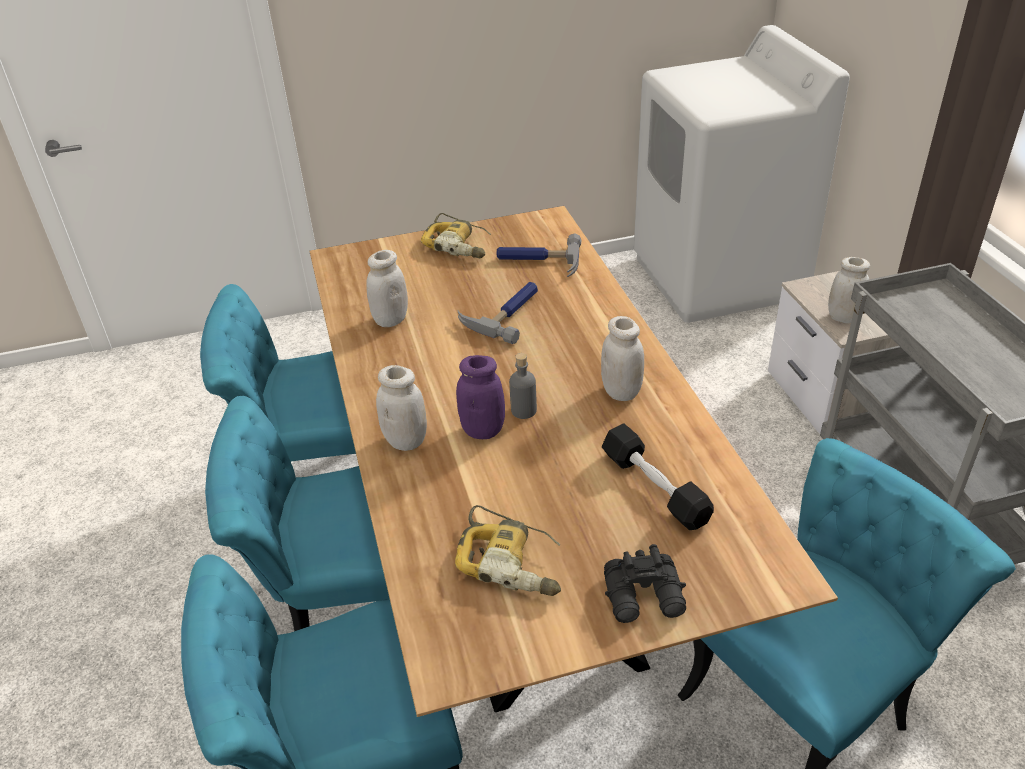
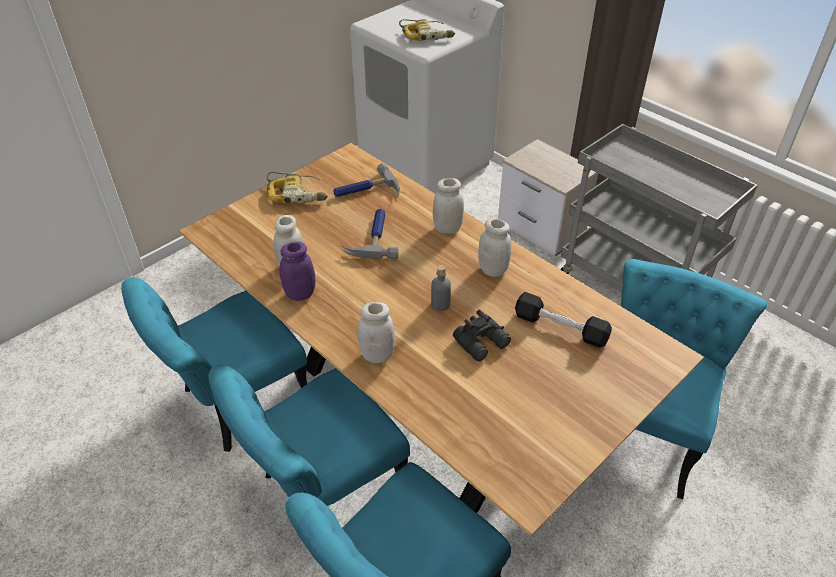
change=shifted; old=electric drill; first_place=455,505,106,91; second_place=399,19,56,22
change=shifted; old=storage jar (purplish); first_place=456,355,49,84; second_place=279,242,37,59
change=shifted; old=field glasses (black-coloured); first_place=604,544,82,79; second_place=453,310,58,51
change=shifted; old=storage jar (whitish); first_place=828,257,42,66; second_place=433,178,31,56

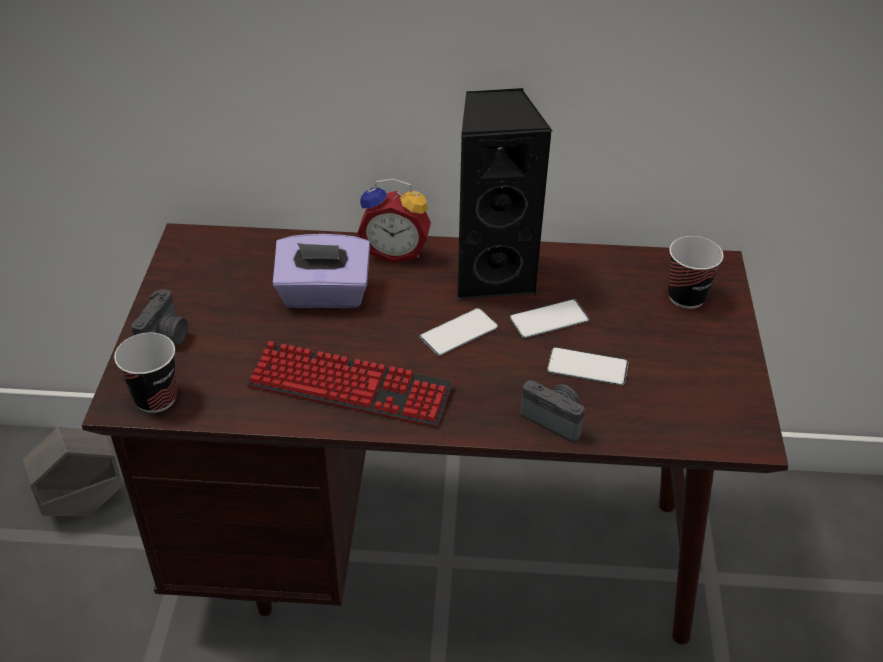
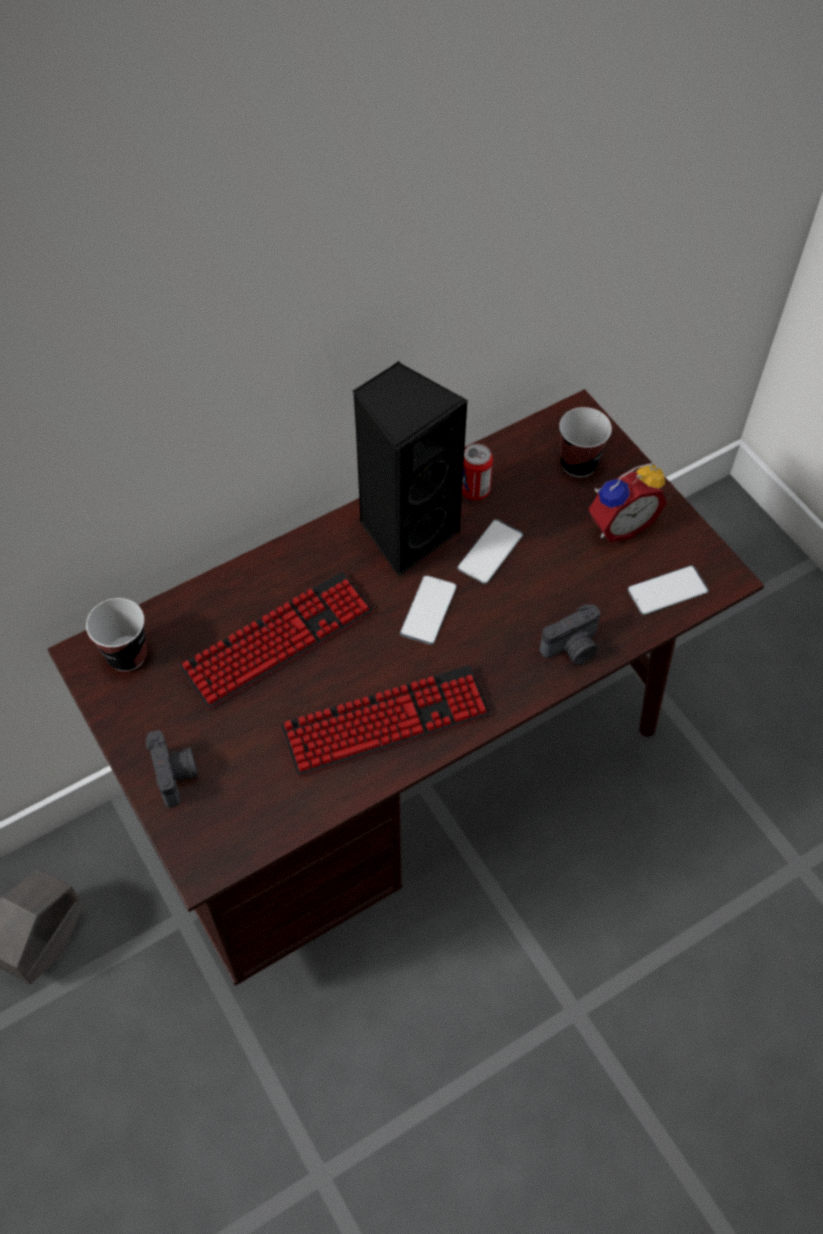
change=new; new=metal can; second_place=462,444,31,56
change=shifted; old=drinking cup; first_place=114,333,63,80; second_place=86,598,61,73
change=shifted; old=bedside clock; first_place=358,178,73,85; second_place=588,463,79,79
change=shifted; old=telephone; first_place=547,347,82,38; second_place=627,565,82,50
change=swapped; old=tissue holder (purplish); new=keyboard; first_place=272,234,98,74; second_place=179,571,194,138
change=rotated; old=still camera; first_place=520,380,65,62; second_place=539,604,61,61; degrees=150

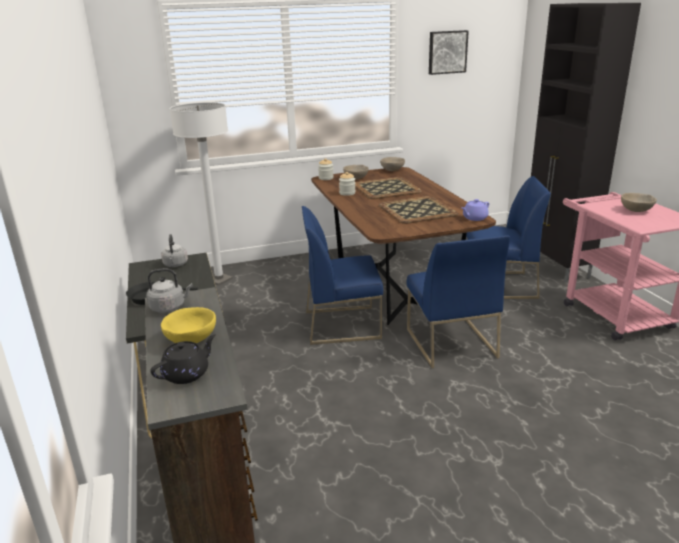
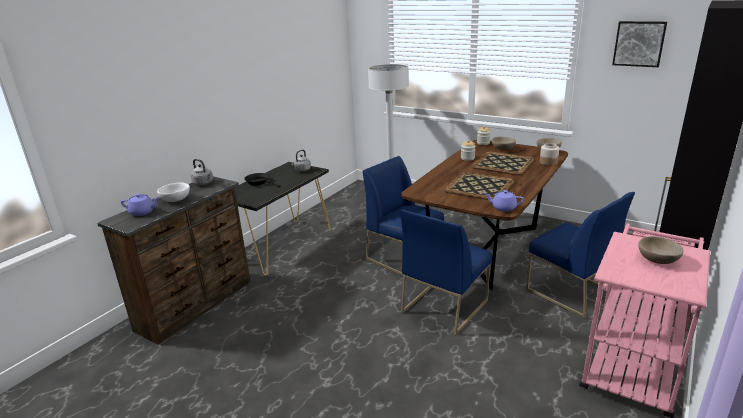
change=new; new=storage jar; second_place=540,143,19,23
change=repainted; old=teapot (black-coloured); new=teapot (purplish); first_place=150,334,65,50; second_place=121,194,38,22
change=repainted; old=deep dish (yellowish); new=deep dish (whitish); first_place=161,307,55,36; second_place=157,183,33,19

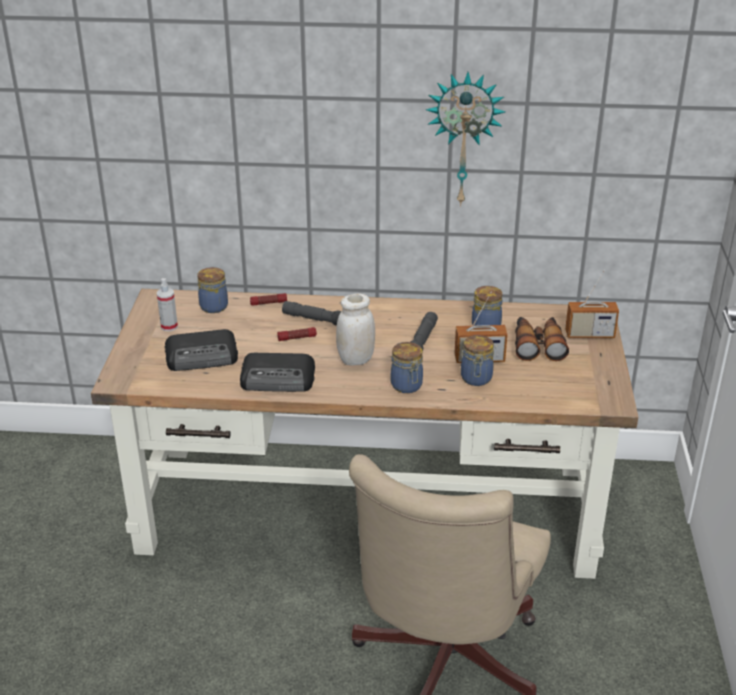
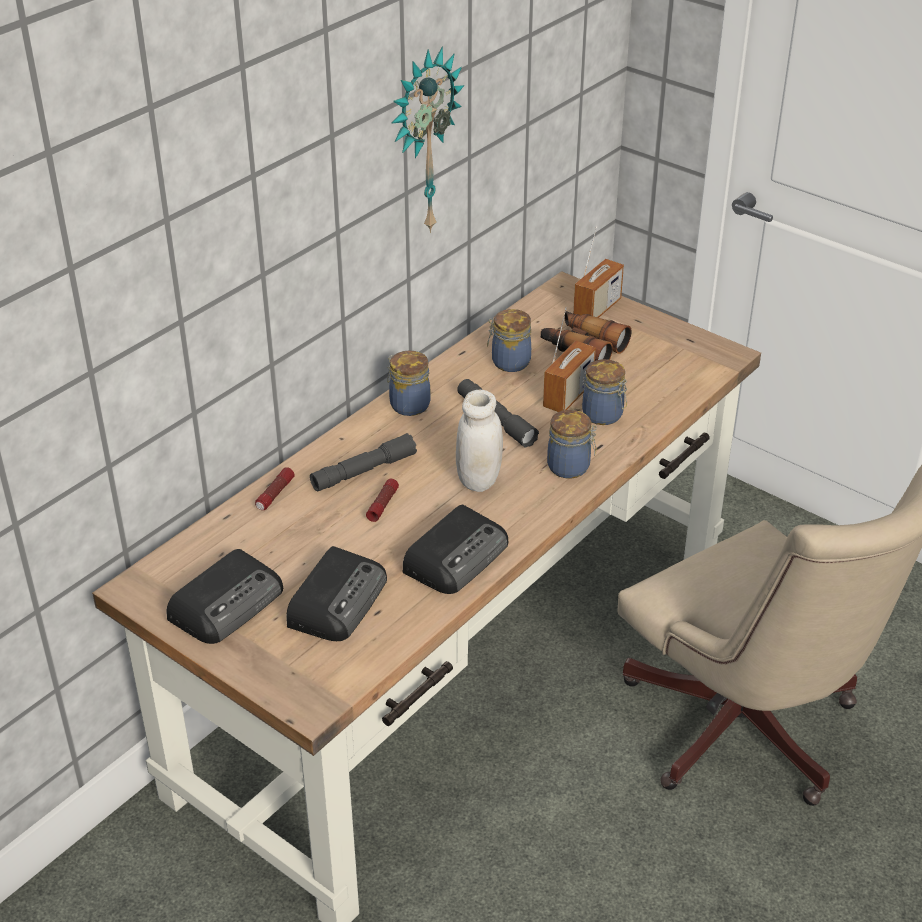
change=shifted; old=storage jar; first_place=198,267,30,46; second_place=387,351,44,65
change=swapped; old=spray bottle; new=radio set; first_place=157,278,21,53; second_place=166,549,117,95

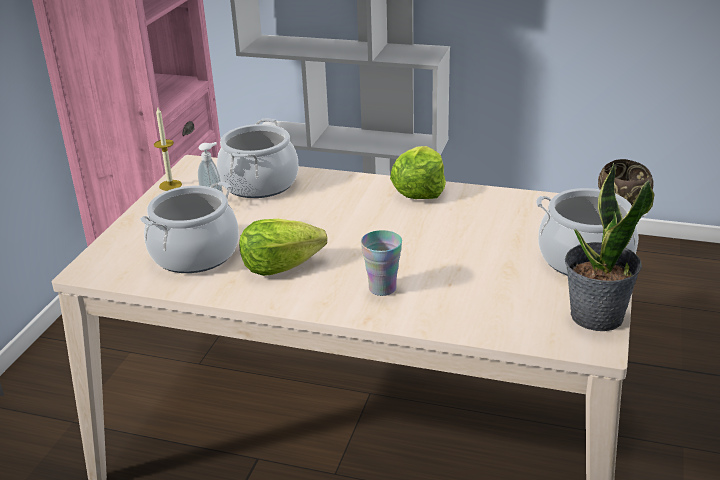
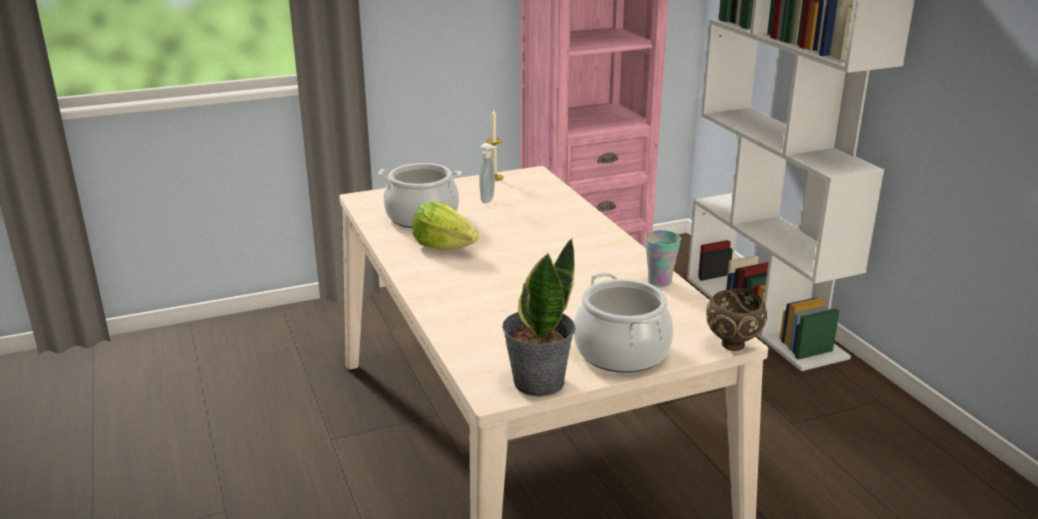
change=gone; old=stockpot; first_place=217,119,81,79
change=gone; old=lettuce head; first_place=390,146,56,53
change=shifted; old=drinking cup; first_place=361,230,41,66; second_place=645,230,36,57

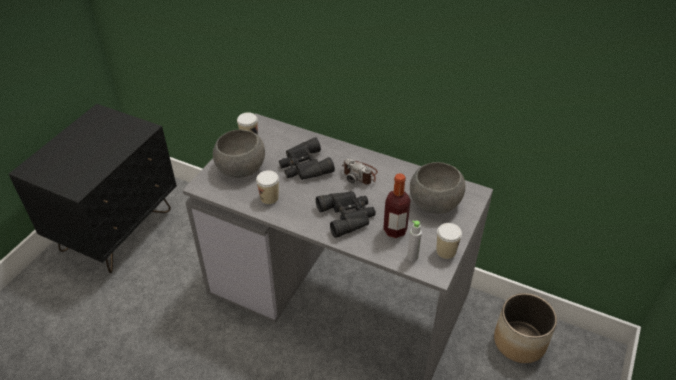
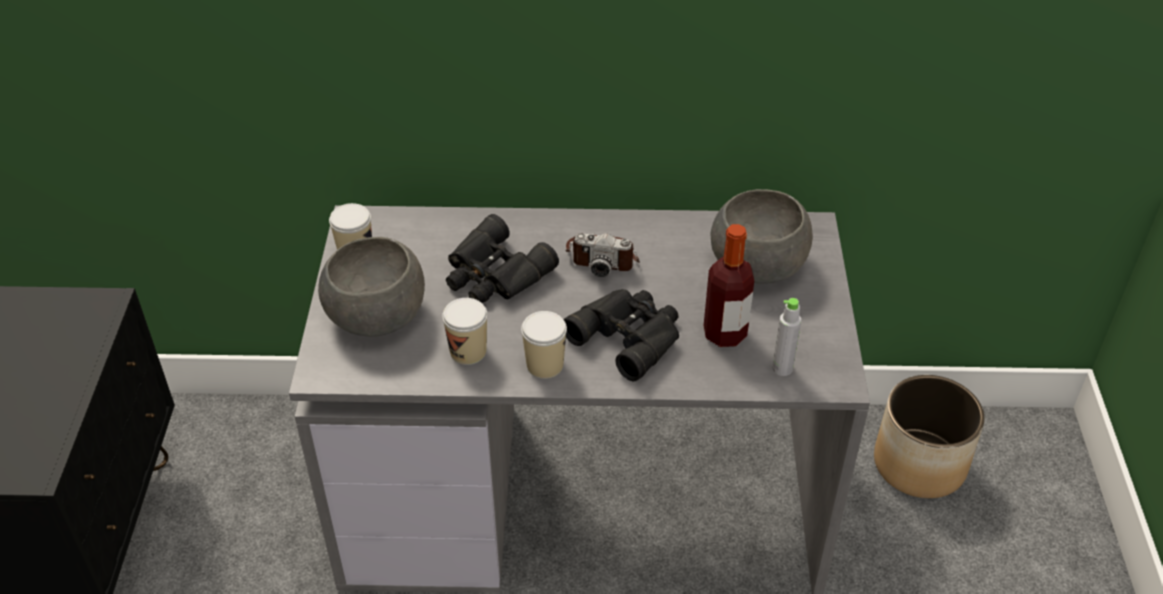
change=shifted; old=drinking cup; first_place=436,223,26,36; second_place=521,311,46,68

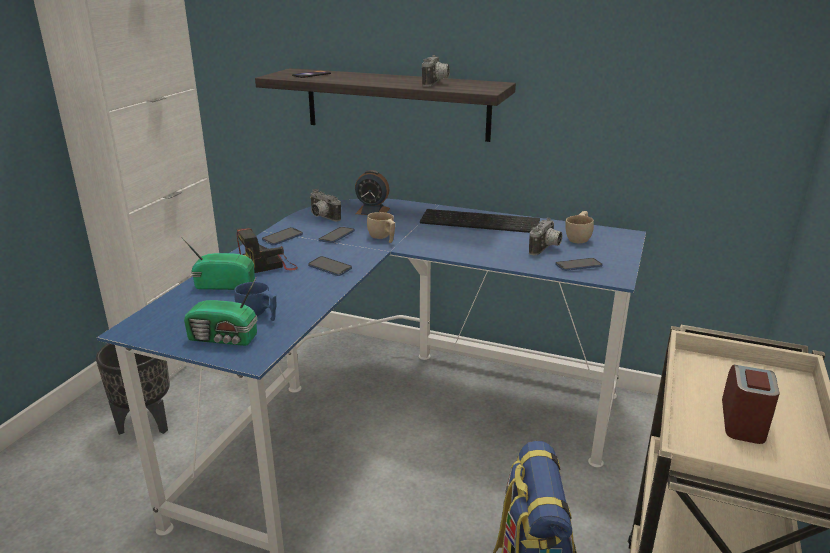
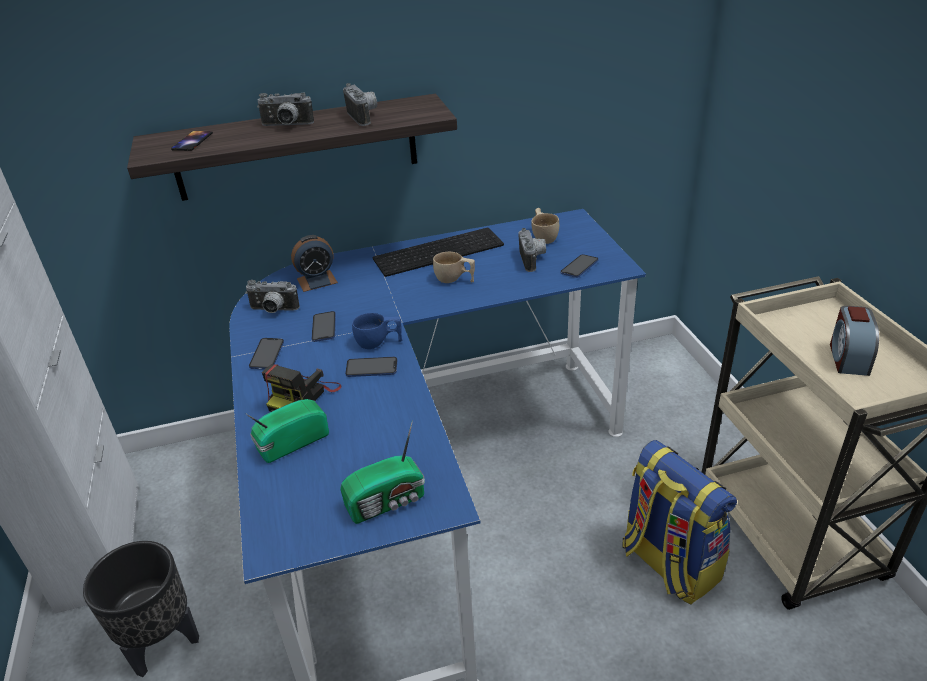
change=new; new=still camera; second_place=257,93,57,33
change=shifted; old=drinking cup (bluish); first_place=234,282,42,39; second_place=352,313,50,36
change=shifted; old=drinking cup (sand-coloured); first_place=367,212,28,31; second_place=433,252,42,31
change=rotated; old=bedside clock; first_place=722,365,58,79; second_place=830,306,49,70; degrees=-150

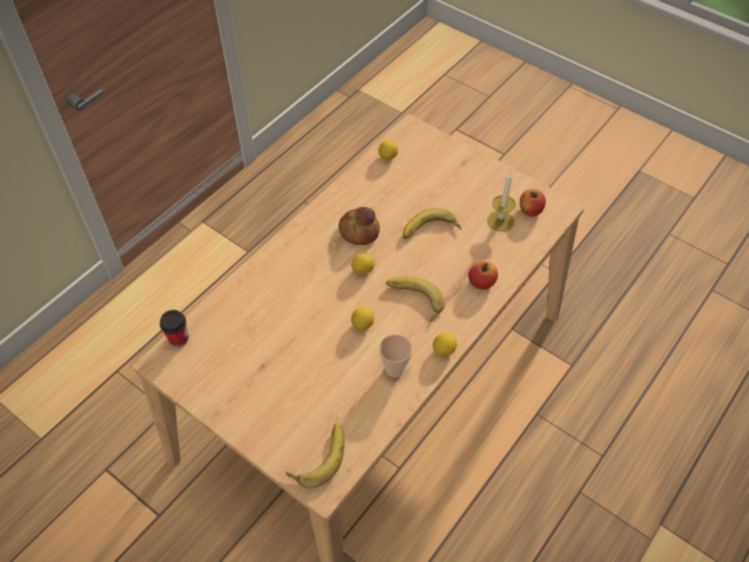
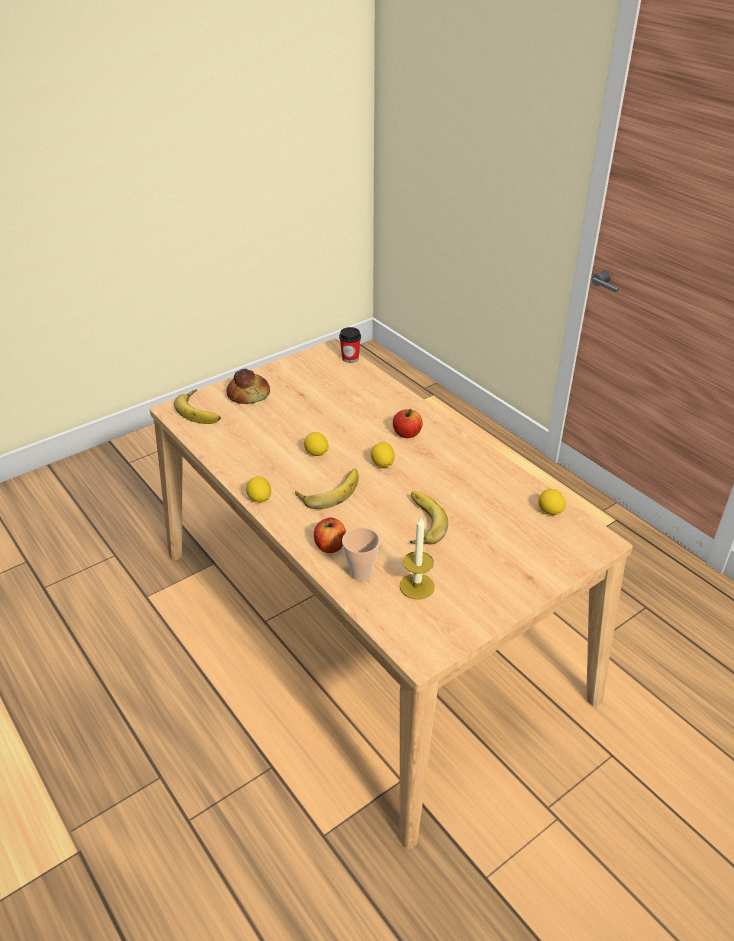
change=shifted; old=bakery bread; first_place=338,207,42,38; second_place=227,369,43,35
change=shifted; old=drinking cup; first_place=379,334,33,44; second_place=342,527,38,54
change=shifted; old=apple fruit; first_place=520,188,26,29; second_place=393,409,30,29

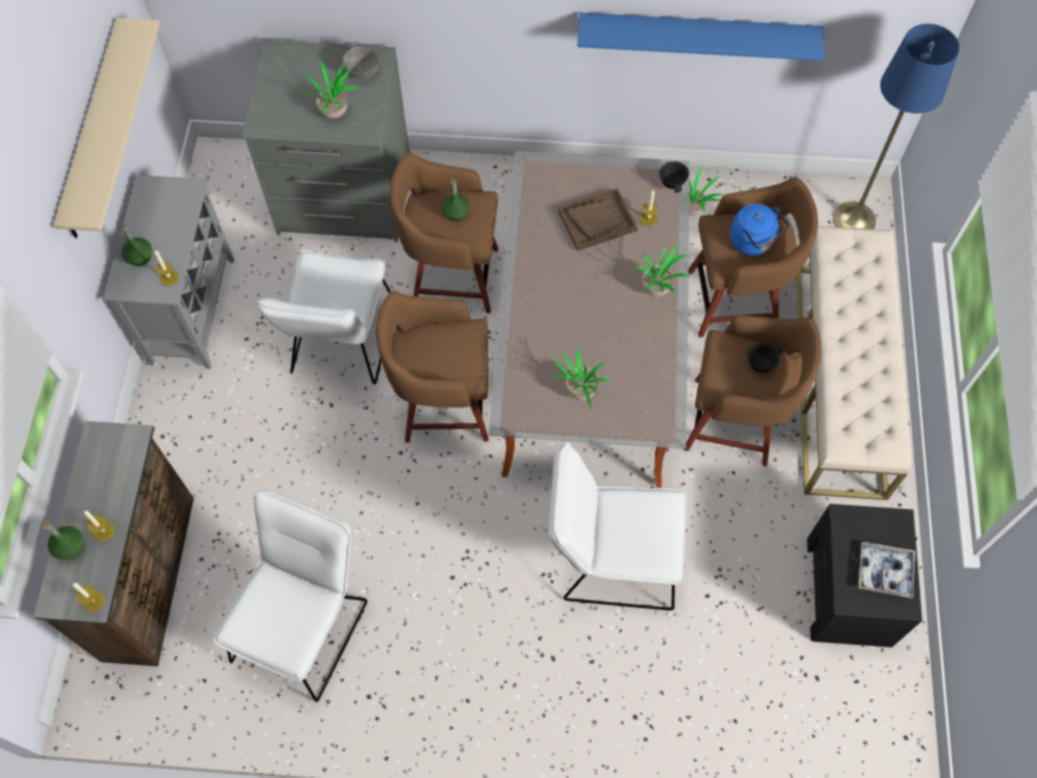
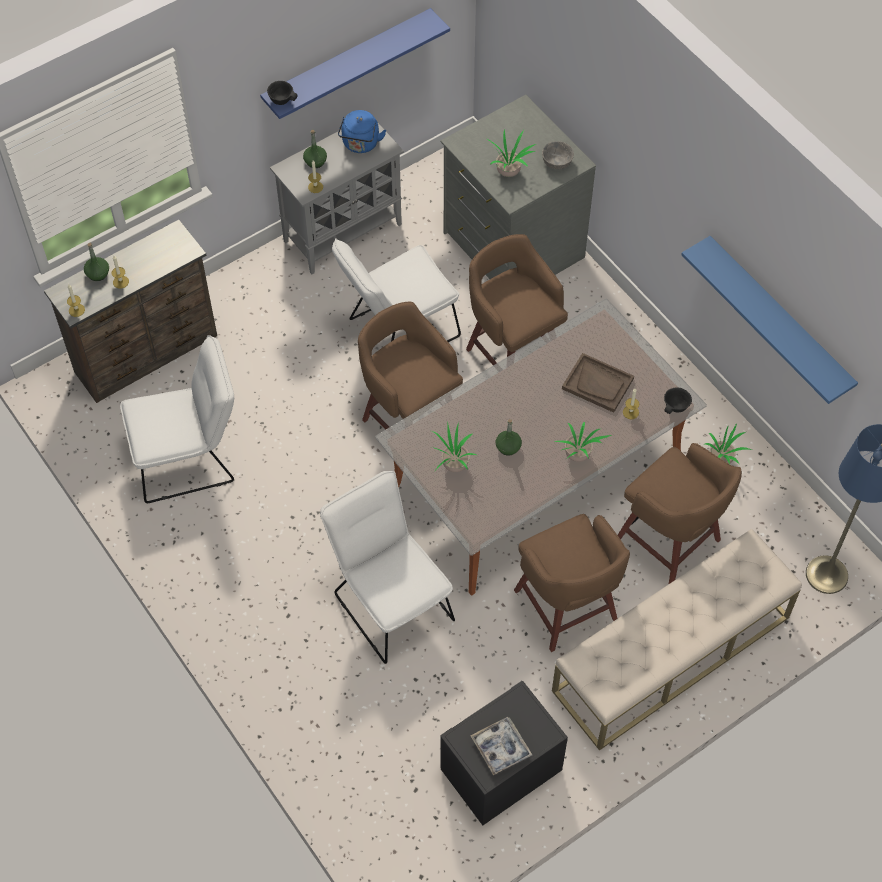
change=shifted; old=beverage bottle (green); first_place=442,179,28,42; second_place=496,419,26,37
change=shifted; old=kettle (bluish); first_place=730,204,59,52; second_place=338,110,48,43
change=shifted; old=deep dish (black-coloured); first_place=746,343,37,29; second_place=267,81,30,24
change=repainted; old=shelf (sand-coloured); new=shelf (bluish); first_place=53,18,106,220; second_place=260,8,190,111

